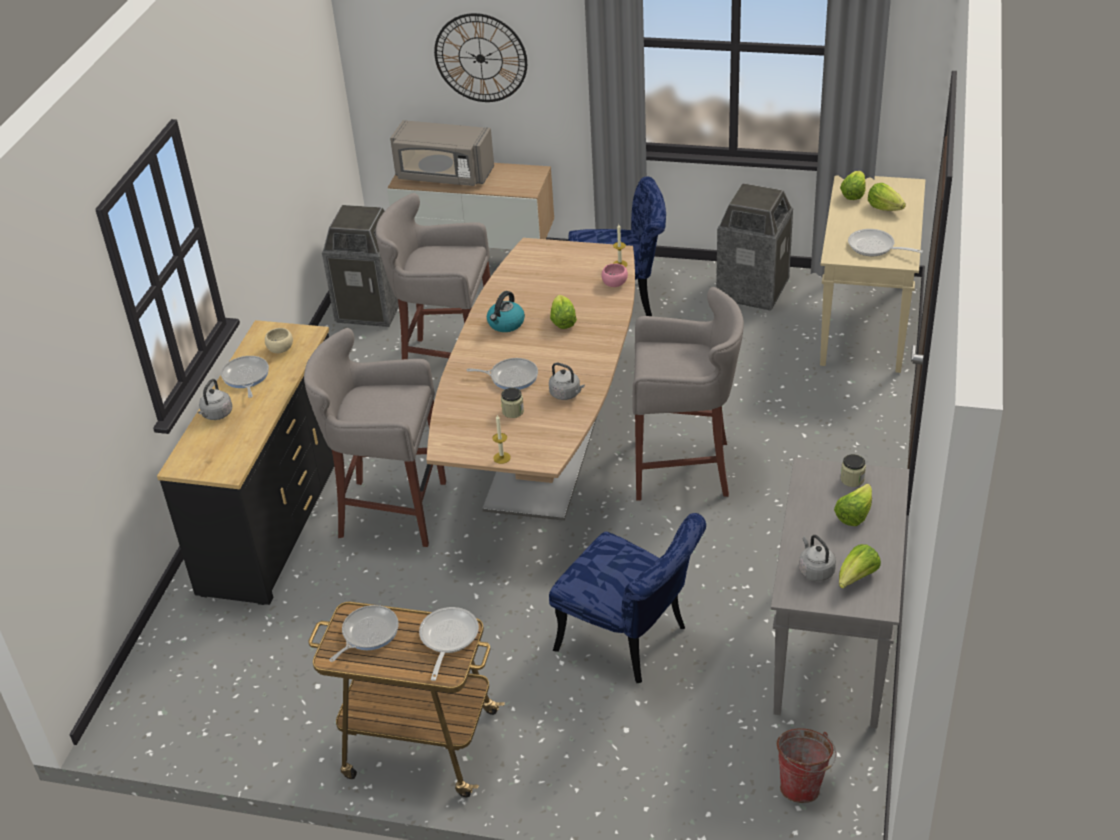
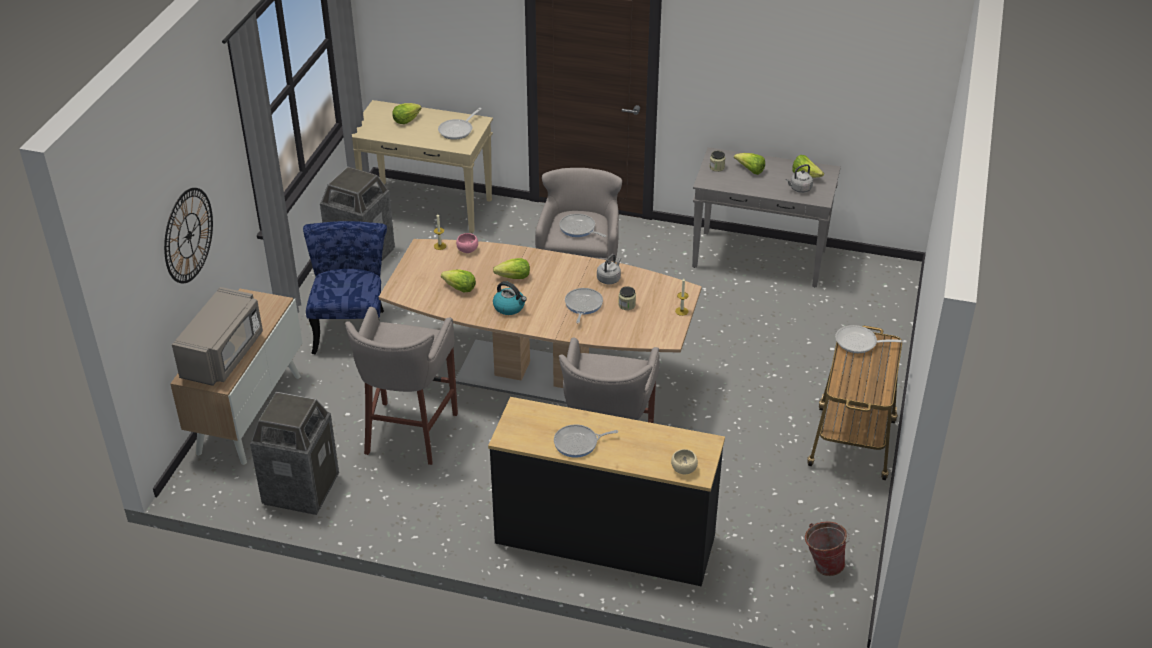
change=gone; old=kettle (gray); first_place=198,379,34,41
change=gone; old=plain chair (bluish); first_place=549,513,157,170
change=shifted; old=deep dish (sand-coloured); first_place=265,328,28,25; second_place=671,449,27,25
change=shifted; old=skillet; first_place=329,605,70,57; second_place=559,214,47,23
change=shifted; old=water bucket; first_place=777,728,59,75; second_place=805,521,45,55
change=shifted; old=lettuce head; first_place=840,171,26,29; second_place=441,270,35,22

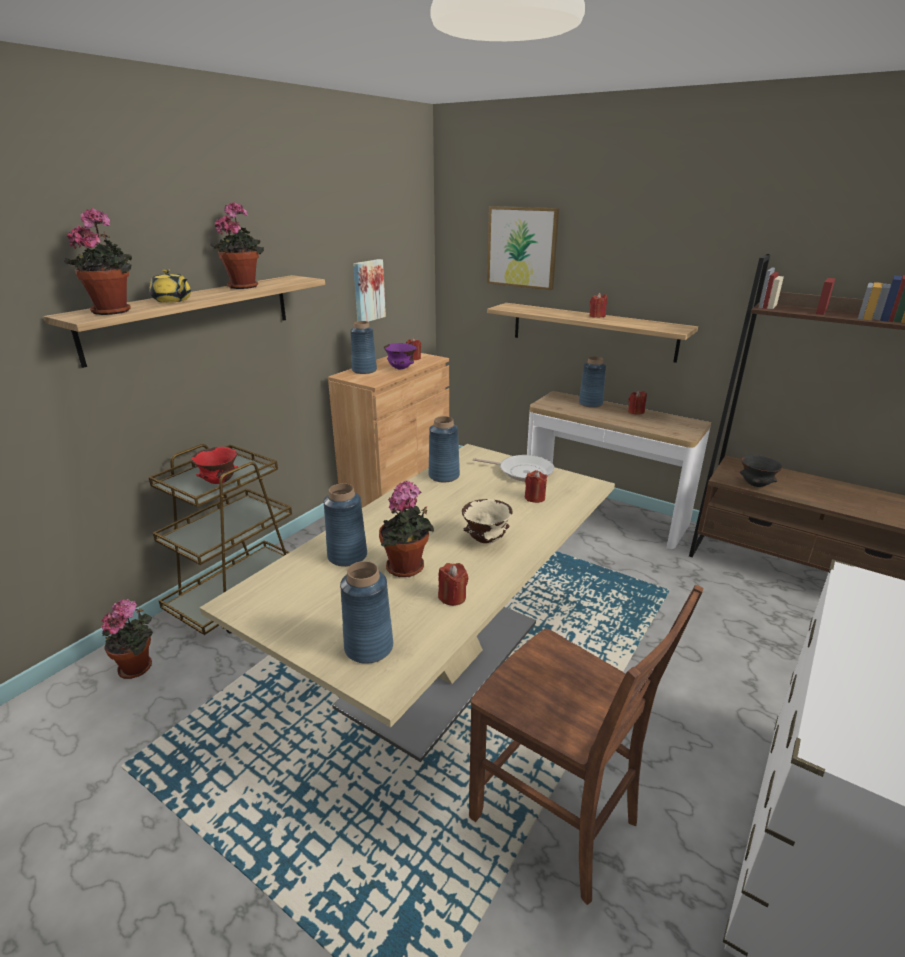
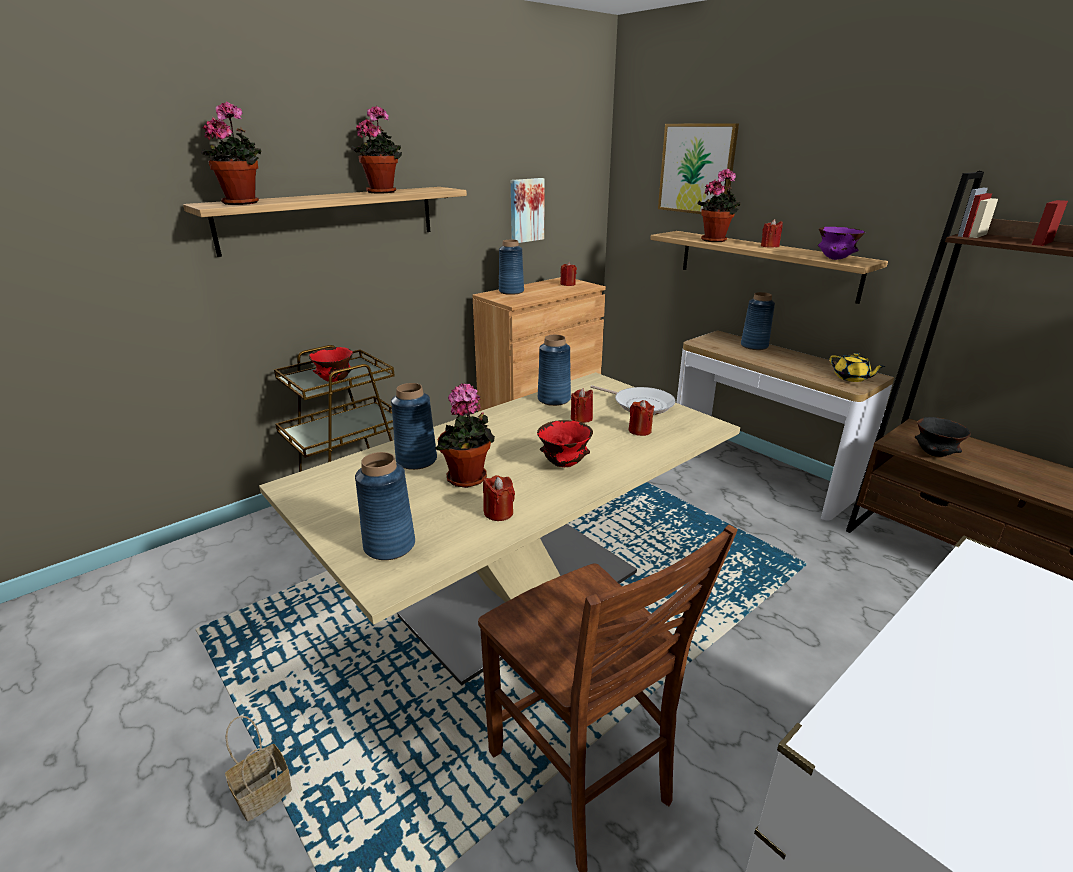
change=new; new=household basket; second_place=225,716,67,105
change=shifted; old=plant in a pot; first_place=101,598,52,81; second_place=697,168,44,74
change=shifted; old=teapot (yellowish); first_place=149,269,42,34; second_place=830,353,55,29
change=shifted; old=deep dish (purplish); first_place=384,343,33,26; second_place=818,227,47,33
change=shifted; old=wax light (red-coloured); first_place=628,391,19,24; second_place=571,388,22,35
change=repainted; old=deep dish (sand-coloured); new=deep dish (red-coloured); first_place=462,499,51,44; second_place=537,420,56,47

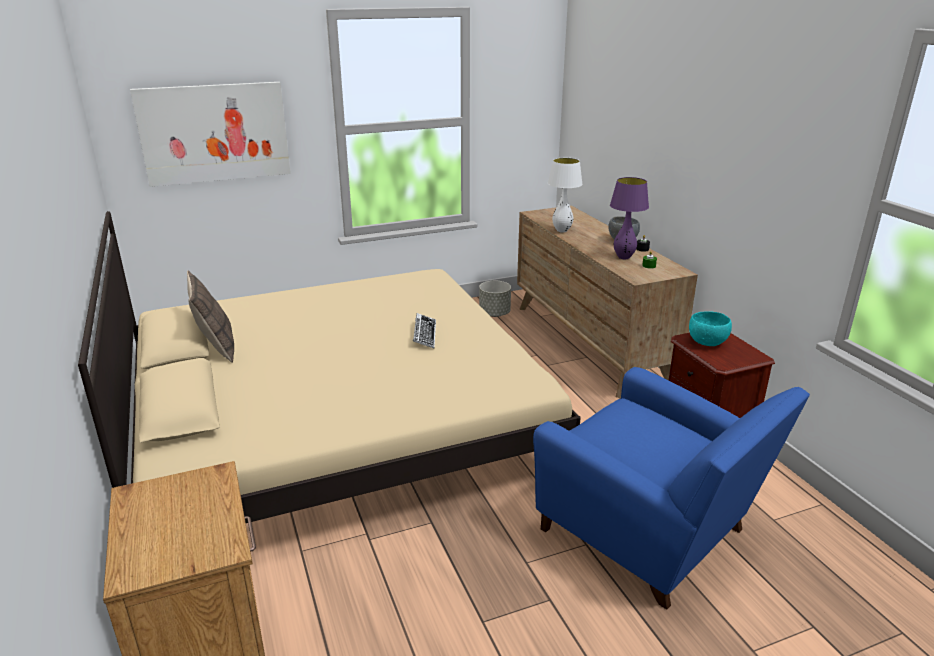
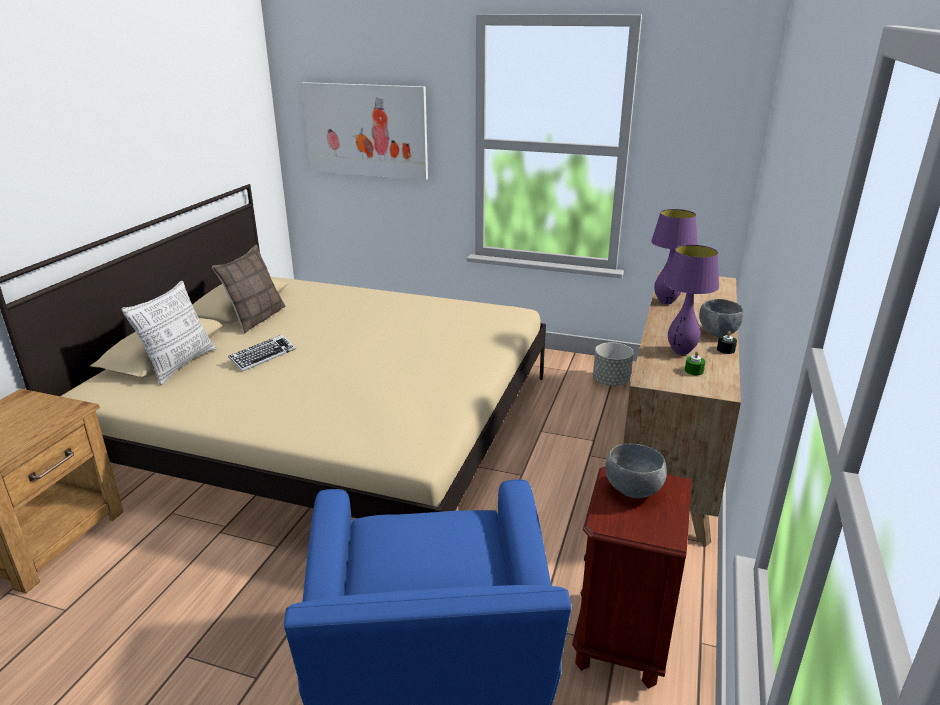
change=new; new=throw pillow; second_place=121,281,95,104
change=shifted; old=keyboard; first_place=413,313,23,35; second_place=228,335,68,37
change=repainted; old=lamp for a table (whitish); new=lamp for a table (purplish); first_place=548,158,35,75; second_place=651,209,46,95
change=repainted; old=deep dish (blue-green); new=deep dish (gray); first_place=689,311,43,35; second_place=605,443,62,55

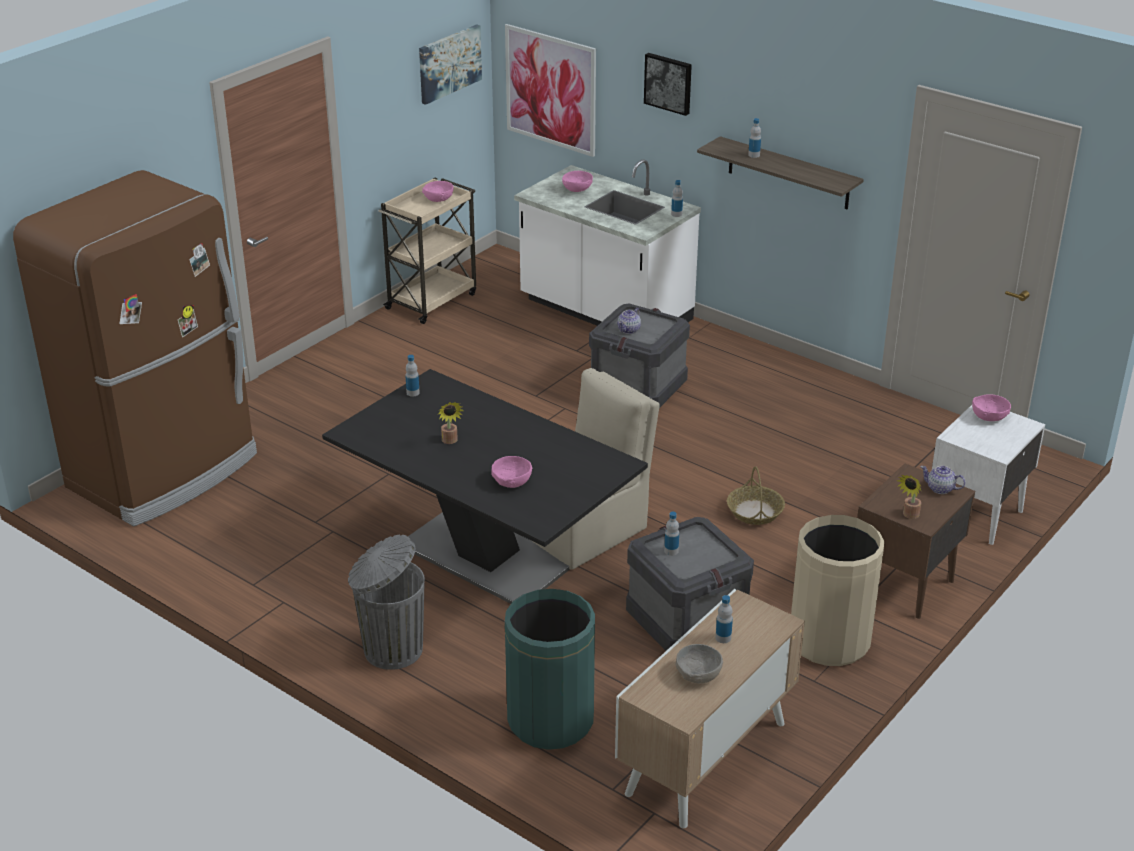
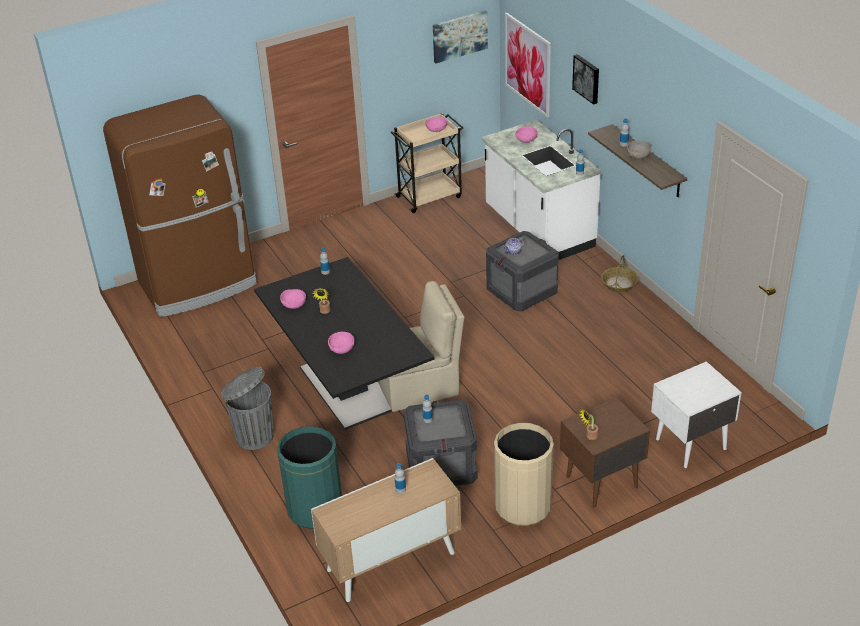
change=gone; old=teapot; first_place=920,466,46,28
change=shifted; old=deep dish (gray); first_place=675,644,48,40; second_place=627,140,25,19
change=shifted; old=household basket; first_place=727,466,58,59; second_place=601,255,37,37
change=shifted; old=deep dish (pink-coloured); first_place=972,394,39,27; second_place=280,289,26,20

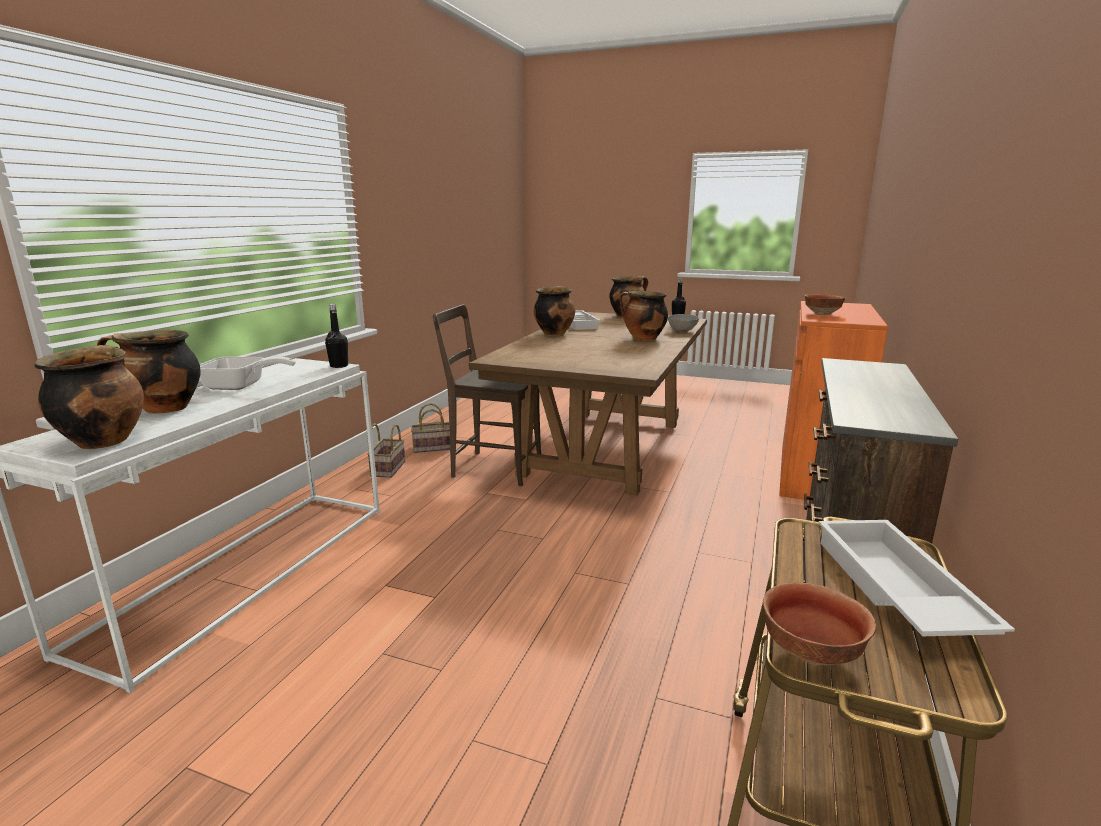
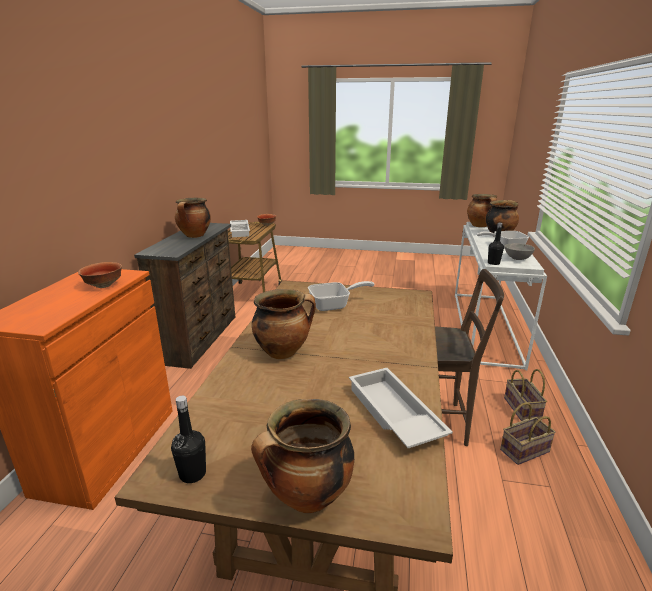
change=new; new=skillet; second_place=308,281,66,30
change=shifted; old=stockpot; first_place=534,286,41,50; second_place=175,198,36,40
change=shifted; old=deep dish (gray); first_place=668,314,31,18; second_place=505,243,30,17

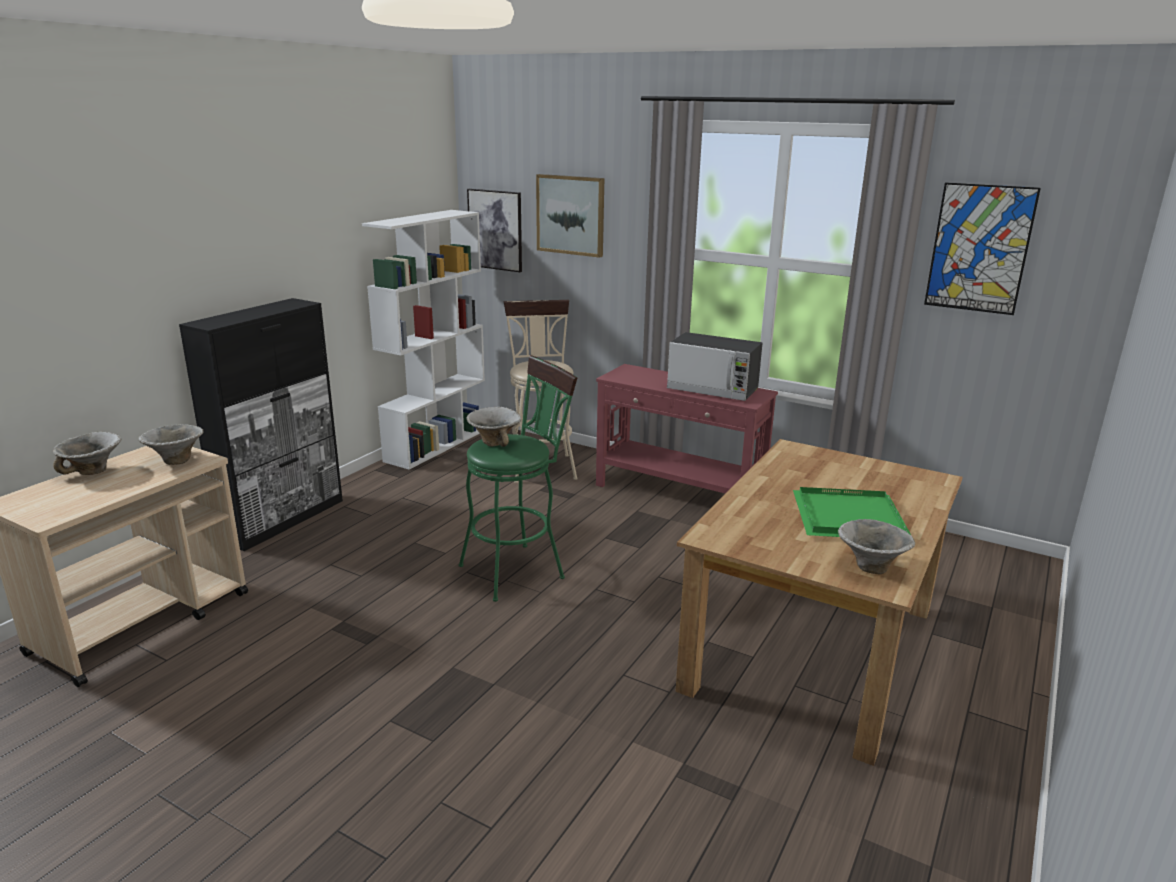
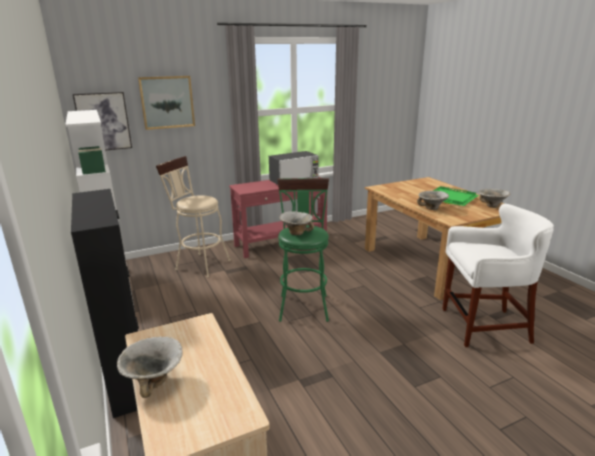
change=gone; old=wall art; first_place=924,183,117,132
change=new; new=sitting stool (whitish); second_place=442,204,112,143
change=shifted; old=deep dish; first_place=138,424,66,41; second_place=417,191,32,19

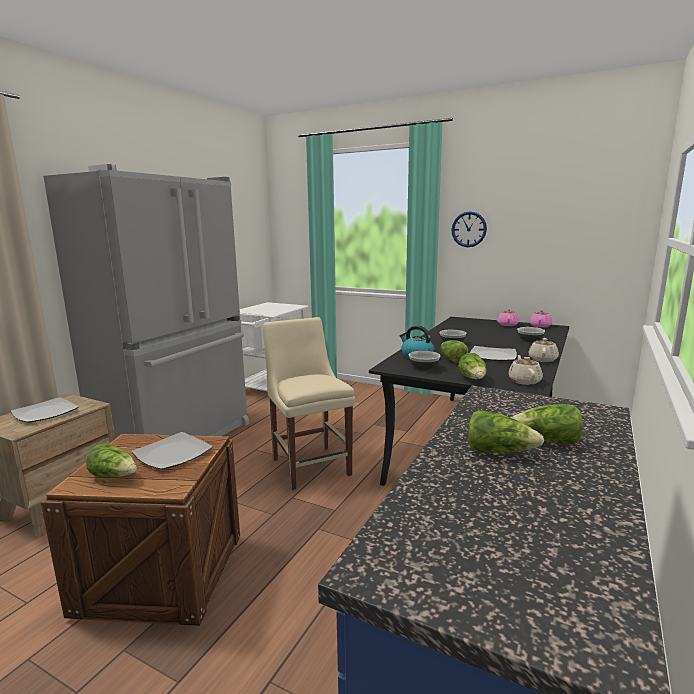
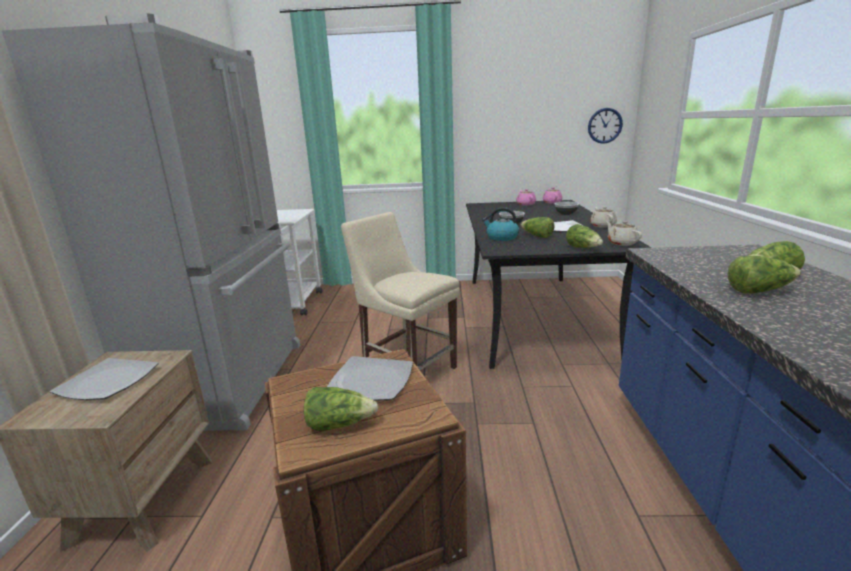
change=gone; old=deep dish; first_place=409,351,32,19
change=shifted; old=clock on the wall; first_place=451,211,36,36; second_place=588,108,35,36

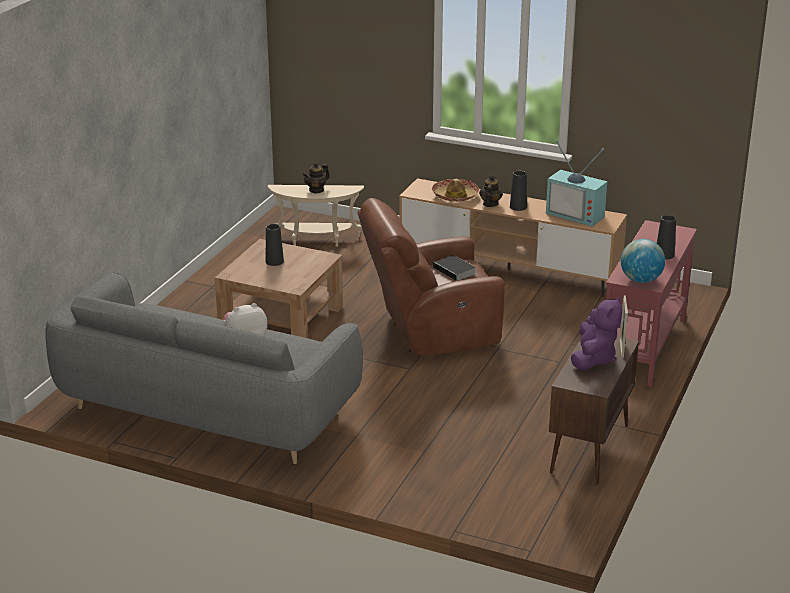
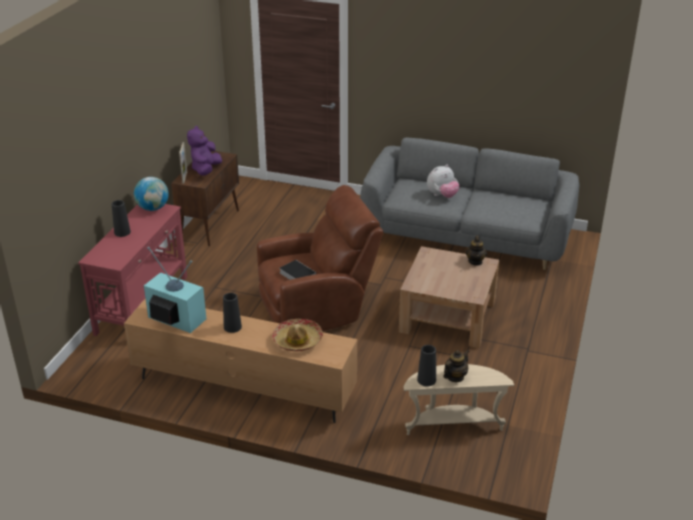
change=shifted; old=vase (black-coloured); first_place=265,224,19,42; second_place=417,345,19,41
change=shifted; old=teapot; first_place=479,175,24,32; second_place=465,236,22,30

